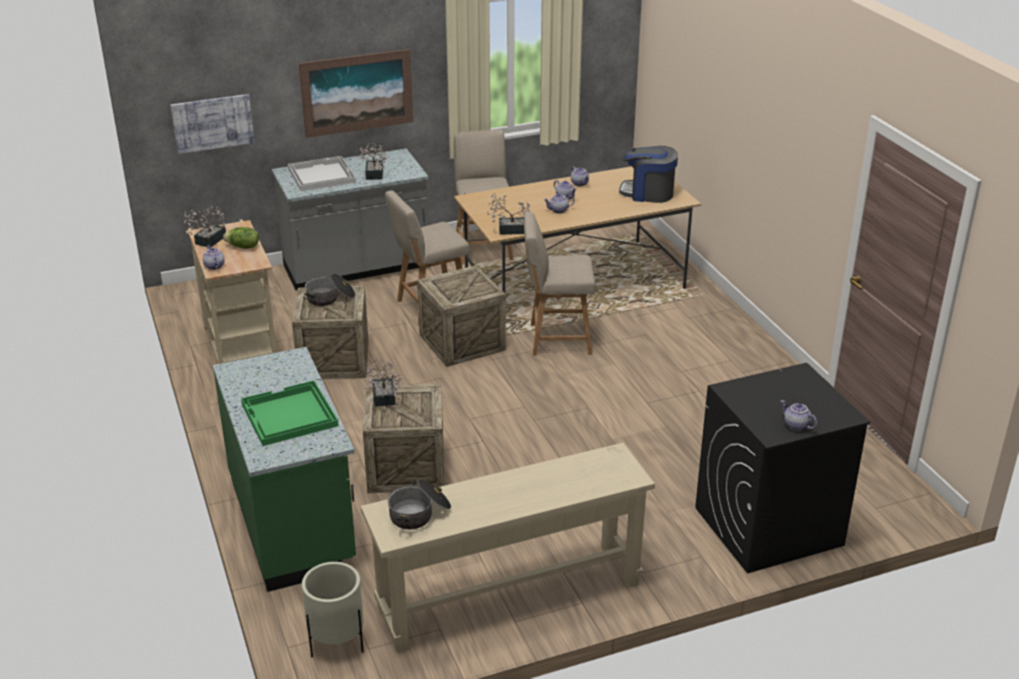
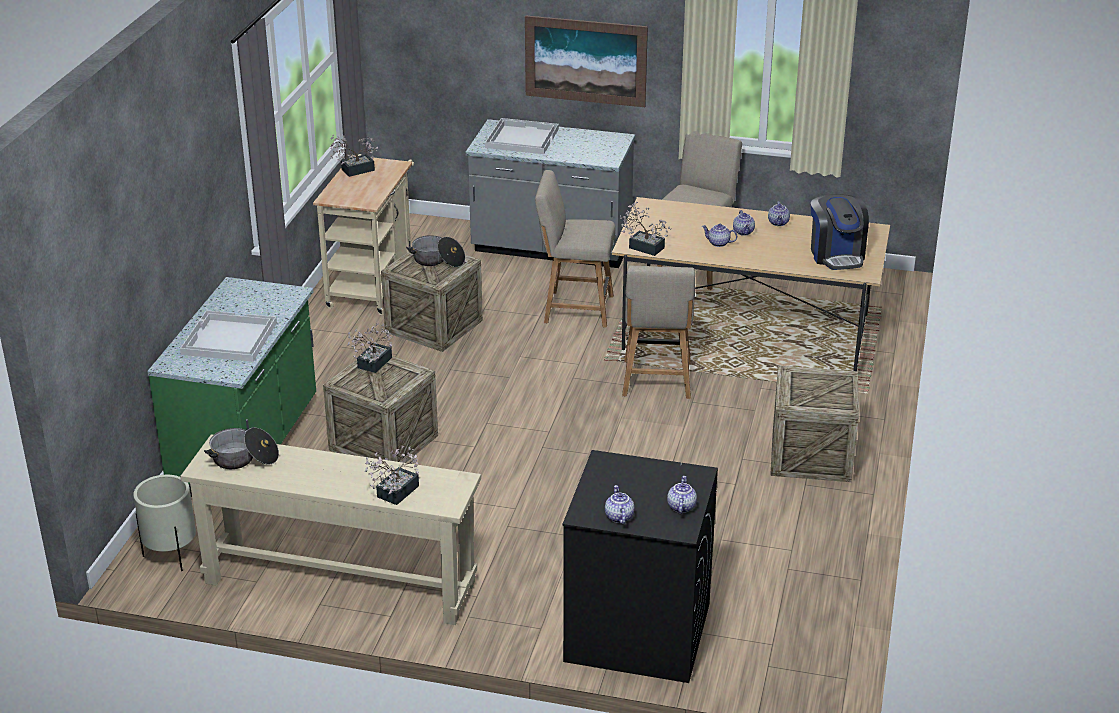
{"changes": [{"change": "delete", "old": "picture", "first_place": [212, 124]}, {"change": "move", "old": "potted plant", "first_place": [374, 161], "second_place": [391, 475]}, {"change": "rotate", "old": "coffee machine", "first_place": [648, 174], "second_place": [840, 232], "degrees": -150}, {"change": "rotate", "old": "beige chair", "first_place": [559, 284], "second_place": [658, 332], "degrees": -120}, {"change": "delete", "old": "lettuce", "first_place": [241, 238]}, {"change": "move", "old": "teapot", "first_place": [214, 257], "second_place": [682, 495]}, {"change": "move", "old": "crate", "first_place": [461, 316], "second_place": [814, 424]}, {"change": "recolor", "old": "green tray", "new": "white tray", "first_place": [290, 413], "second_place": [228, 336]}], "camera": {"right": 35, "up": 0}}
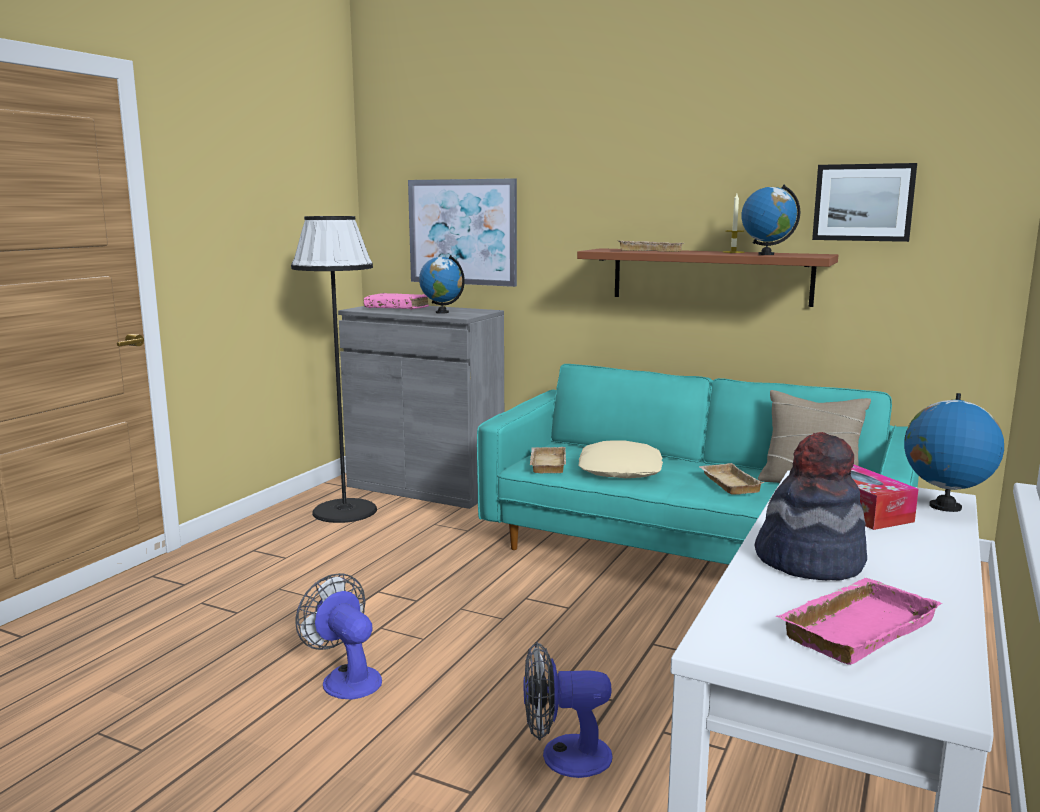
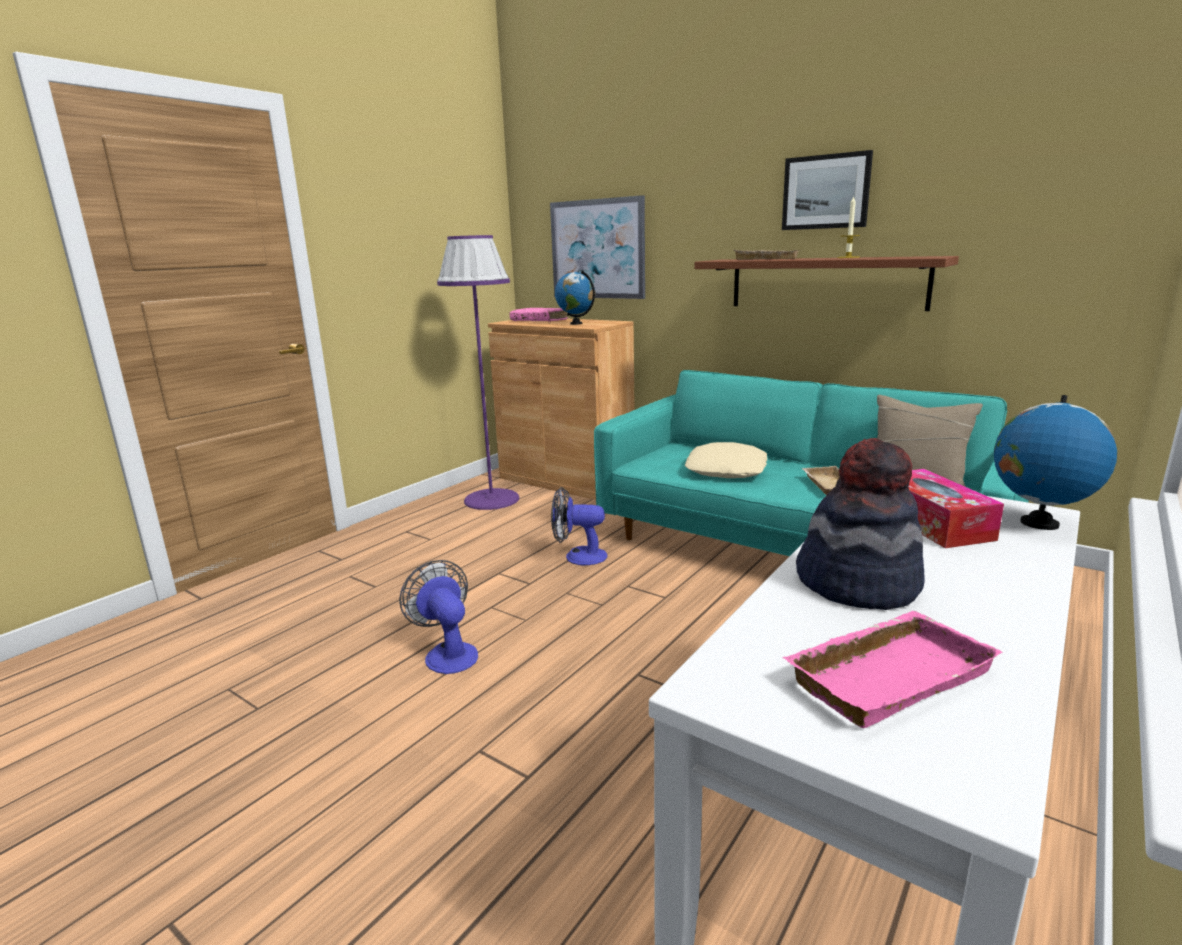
{"changes": [{"change": "move", "old": "picture", "first_place": [864, 202], "second_place": [827, 190]}, {"change": "delete", "old": "globe", "first_place": [771, 219]}, {"change": "recolor", "old": "black floor lamp", "new": "purple floor lamp", "first_place": [334, 369], "second_place": [478, 372]}, {"change": "recolor", "old": "grey cabinet", "new": "brown cabinet", "first_place": [421, 407], "second_place": [561, 409]}, {"change": "delete", "old": "beige tray", "first_place": [548, 460]}, {"change": "move", "old": "fan", "first_place": [568, 710], "second_place": [579, 526]}], "camera": {"right": 10, "up": 5}}
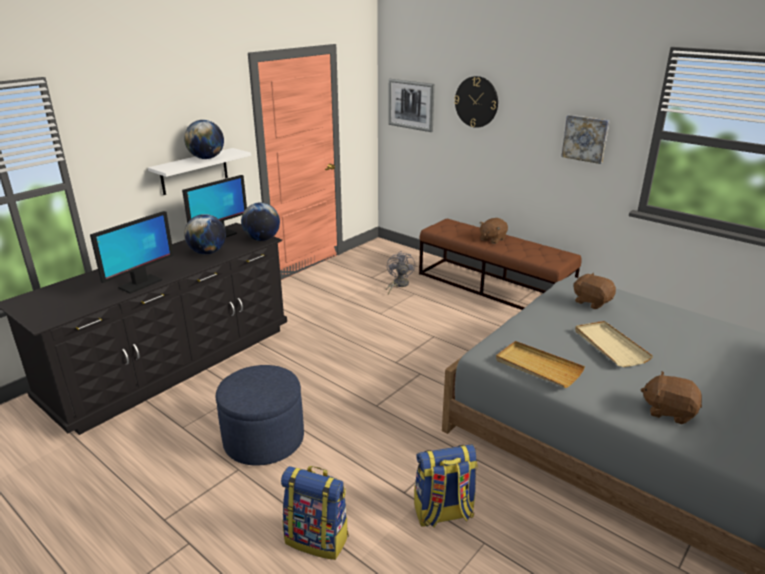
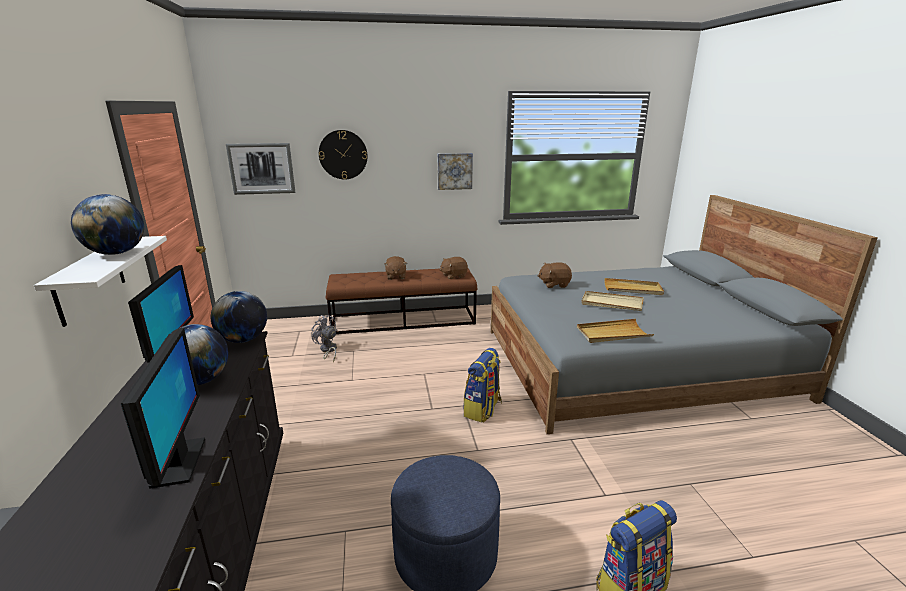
{"changes": [{"change": "move", "old": "brown plush toy", "first_place": [671, 397], "second_place": [454, 268]}, {"change": "move", "old": "backpack", "first_place": [446, 485], "second_place": [482, 385]}, {"change": "insert", "new": "beige tray", "second_place": [634, 286]}], "camera": {"right": -50, "up": -5}}
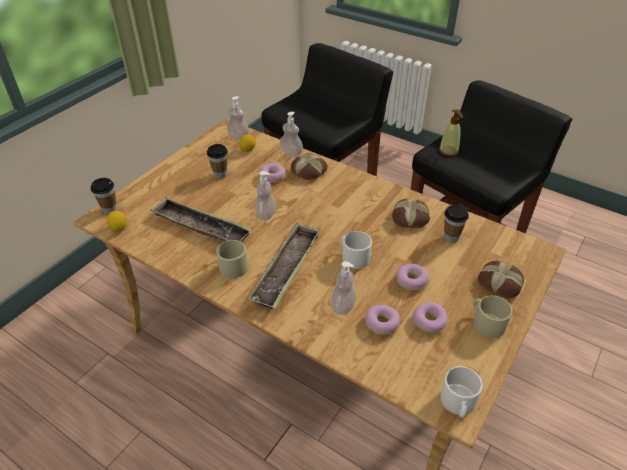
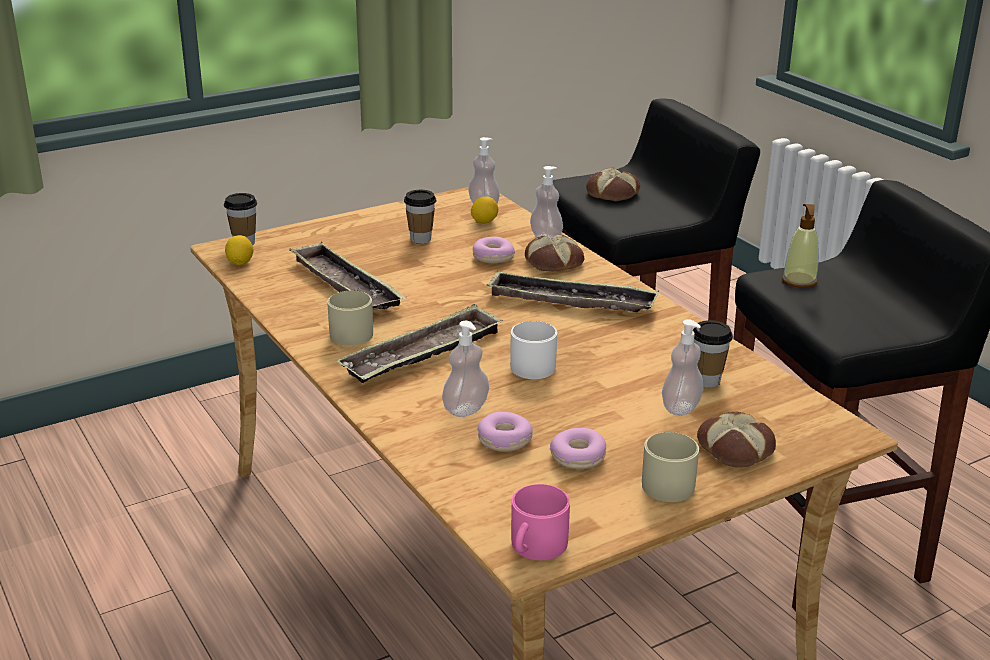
{"changes": [{"change": "move", "old": "soap dispenser", "first_place": [265, 195], "second_place": [683, 367]}, {"change": "move", "old": "bread", "first_place": [411, 213], "second_place": [613, 184]}, {"change": "delete", "old": "donut", "first_place": [413, 277]}, {"change": "recolor", "old": "white mug", "new": "pink mug", "first_place": [461, 392], "second_place": [540, 522]}, {"change": "insert", "new": "tray", "second_place": [572, 291]}], "camera": {"right": 25, "up": -15}}
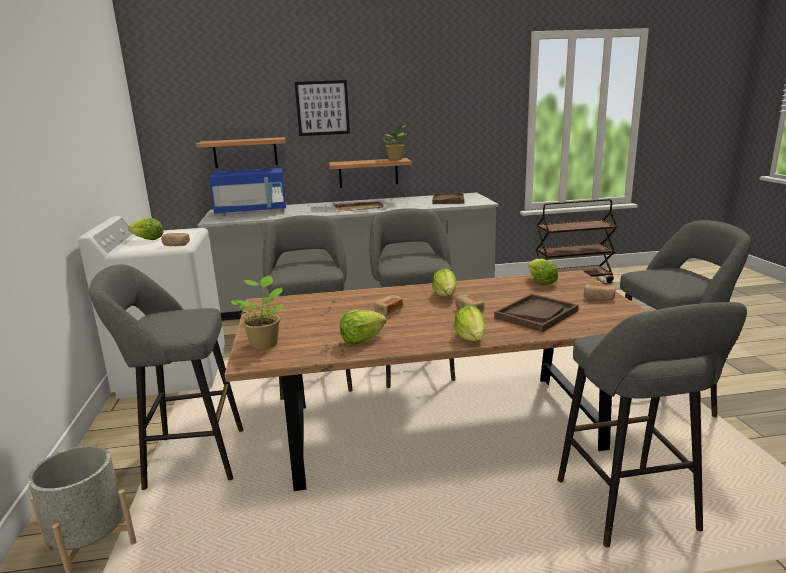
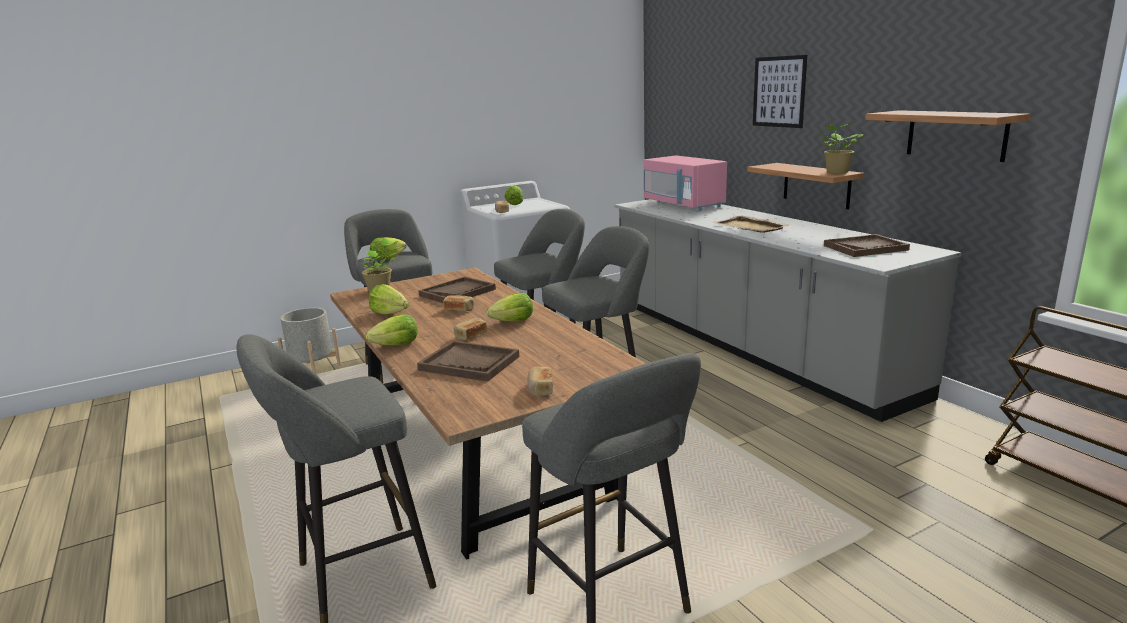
{"changes": [{"change": "move", "old": "shelf", "first_place": [241, 152], "second_place": [948, 136]}, {"change": "recolor", "old": "blue microwave", "new": "pink microwave", "first_place": [247, 191], "second_place": [685, 183]}, {"change": "move", "old": "lettuce", "first_place": [543, 272], "second_place": [388, 248]}, {"change": "insert", "new": "brown tray", "second_place": [457, 289]}], "camera": {"right": 70, "up": 0}}
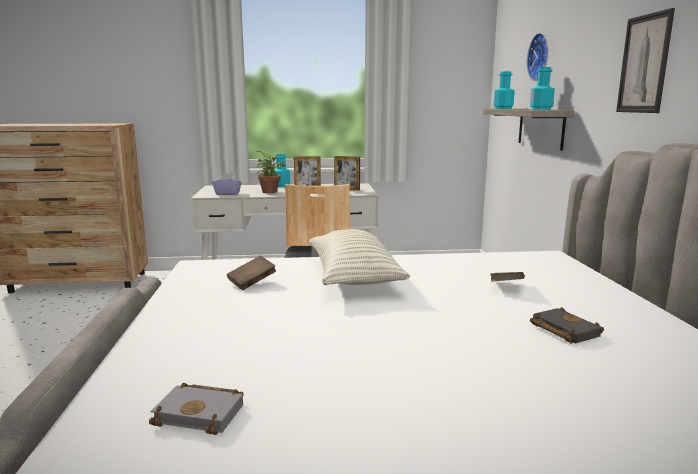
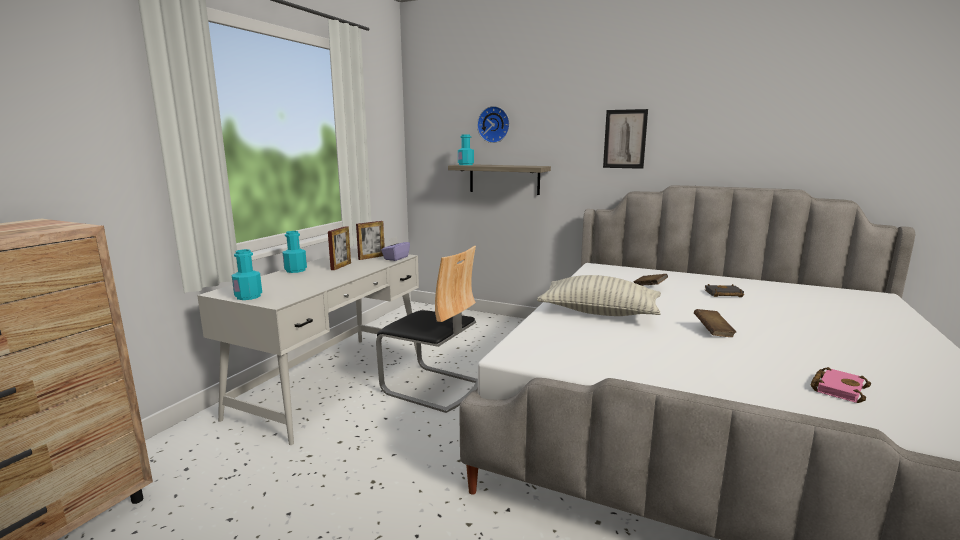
{"changes": [{"change": "move", "old": "turquoise bottle", "first_place": [542, 88], "second_place": [247, 274]}, {"change": "delete", "old": "potted plant", "first_place": [271, 172]}, {"change": "move", "old": "purple tissue box", "first_place": [226, 184], "second_place": [395, 248]}, {"change": "move", "old": "brown book", "first_place": [251, 273], "second_place": [715, 323]}, {"change": "recolor", "old": "grey book", "new": "pink book", "first_place": [196, 409], "second_place": [841, 385]}], "camera": {"right": -60, "up": 0}}
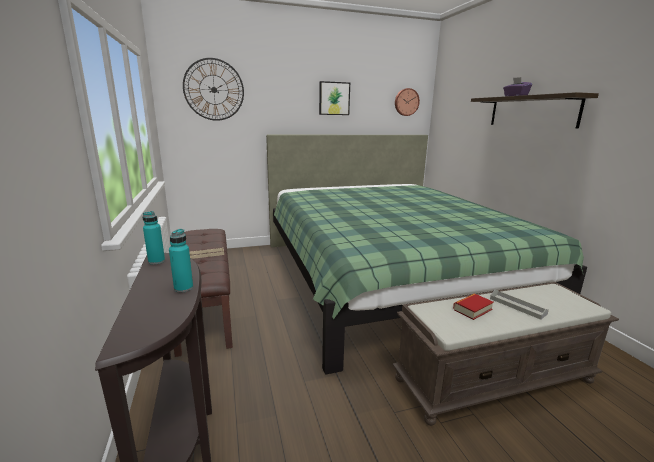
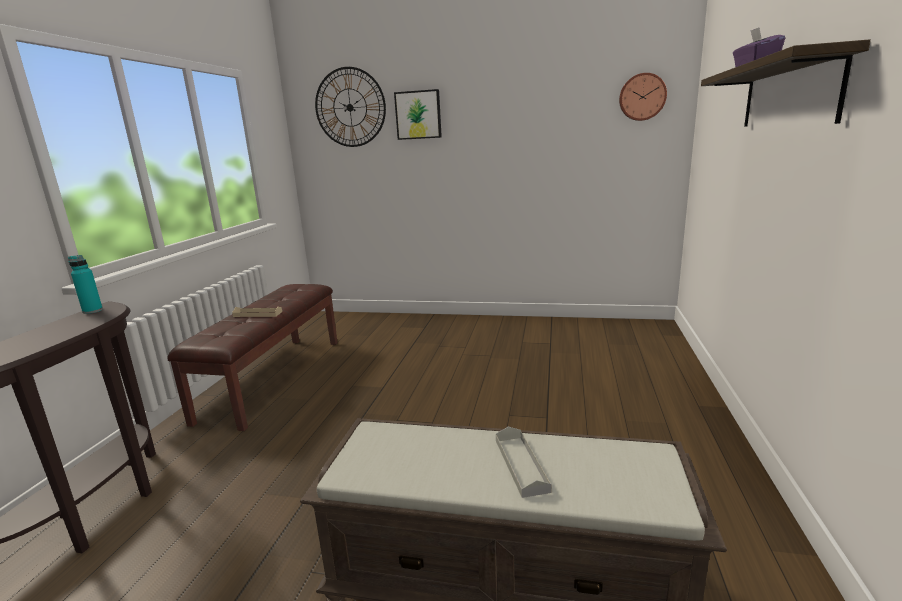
{"changes": [{"change": "move", "old": "picture", "first_place": [334, 98], "second_place": [418, 114]}, {"change": "delete", "old": "green bed", "first_place": [426, 254]}, {"change": "delete", "old": "turquoise bottle", "first_place": [181, 261]}, {"change": "delete", "old": "book", "first_place": [473, 306]}], "camera": {"right": 30, "up": 0}}
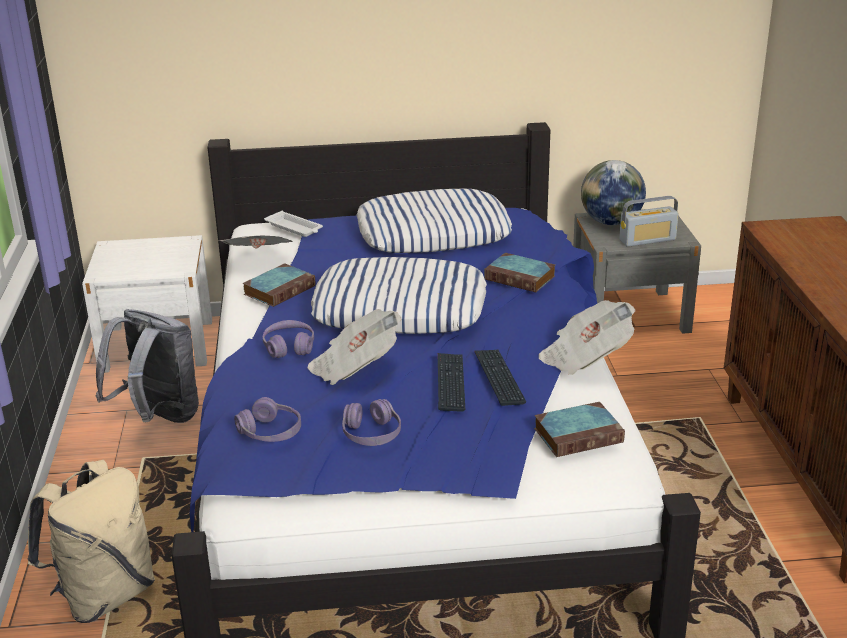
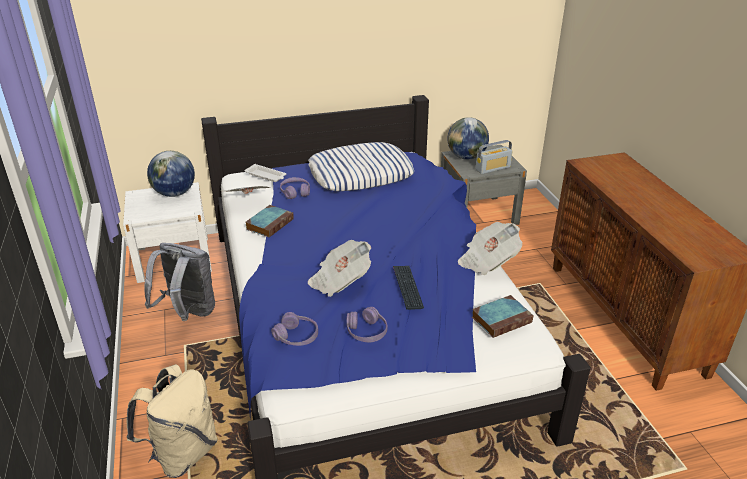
{"changes": [{"change": "delete", "old": "book", "first_place": [519, 272]}, {"change": "delete", "old": "pillow", "first_place": [399, 295]}, {"change": "move", "old": "purple headphones", "first_place": [288, 339], "second_place": [295, 188]}, {"change": "delete", "old": "keyboard", "first_place": [500, 378]}, {"change": "insert", "new": "globe", "second_place": [171, 174]}], "camera": {"right": -10, "up": 5}}
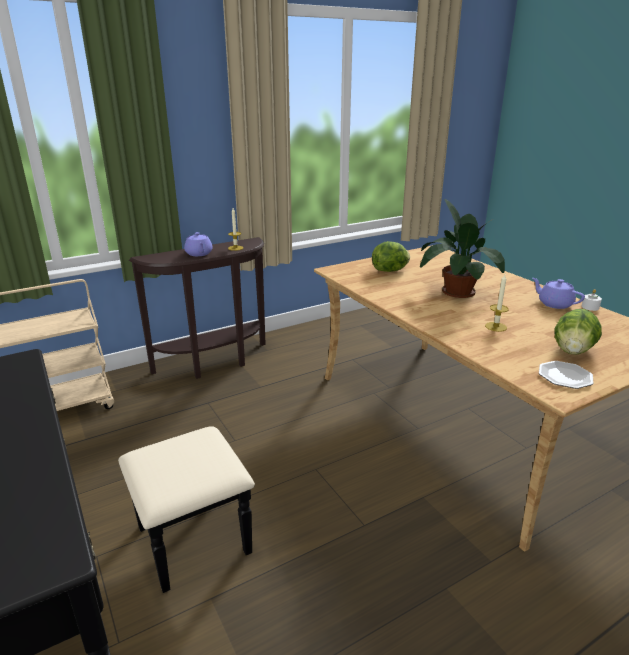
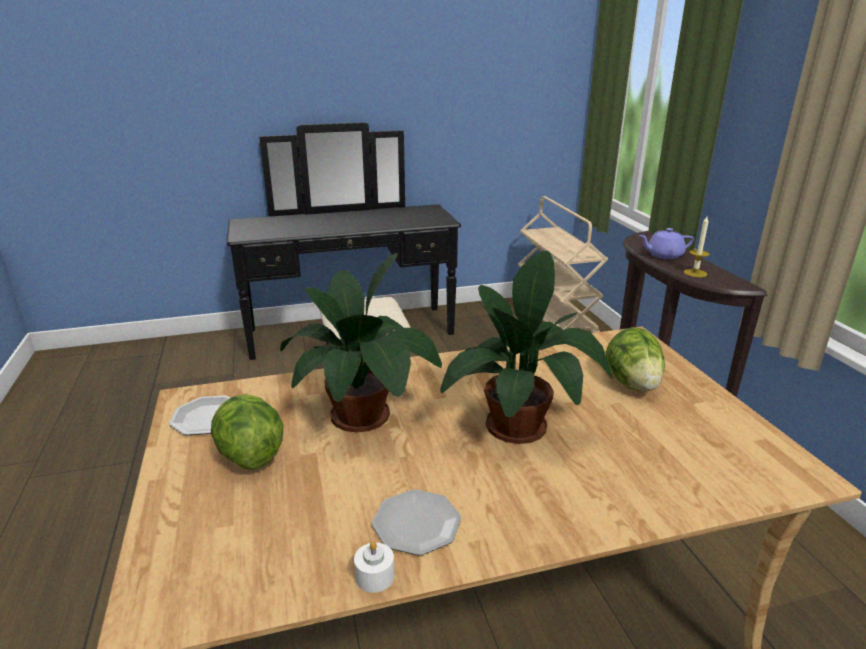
{"changes": [{"change": "replace", "old": "candle", "new": "potted plant", "first_place": [497, 303], "second_place": [361, 342]}, {"change": "replace", "old": "purple teapot", "new": "plate", "first_place": [558, 293], "second_place": [416, 522]}], "camera": {"right": 105, "up": 0}}
